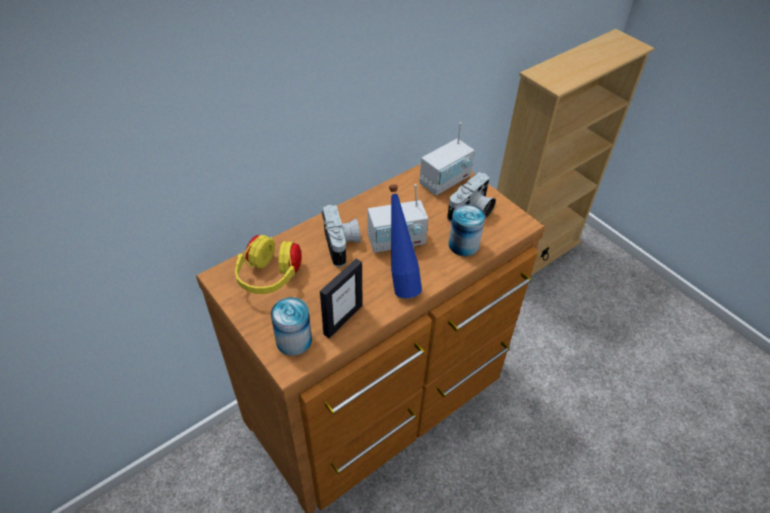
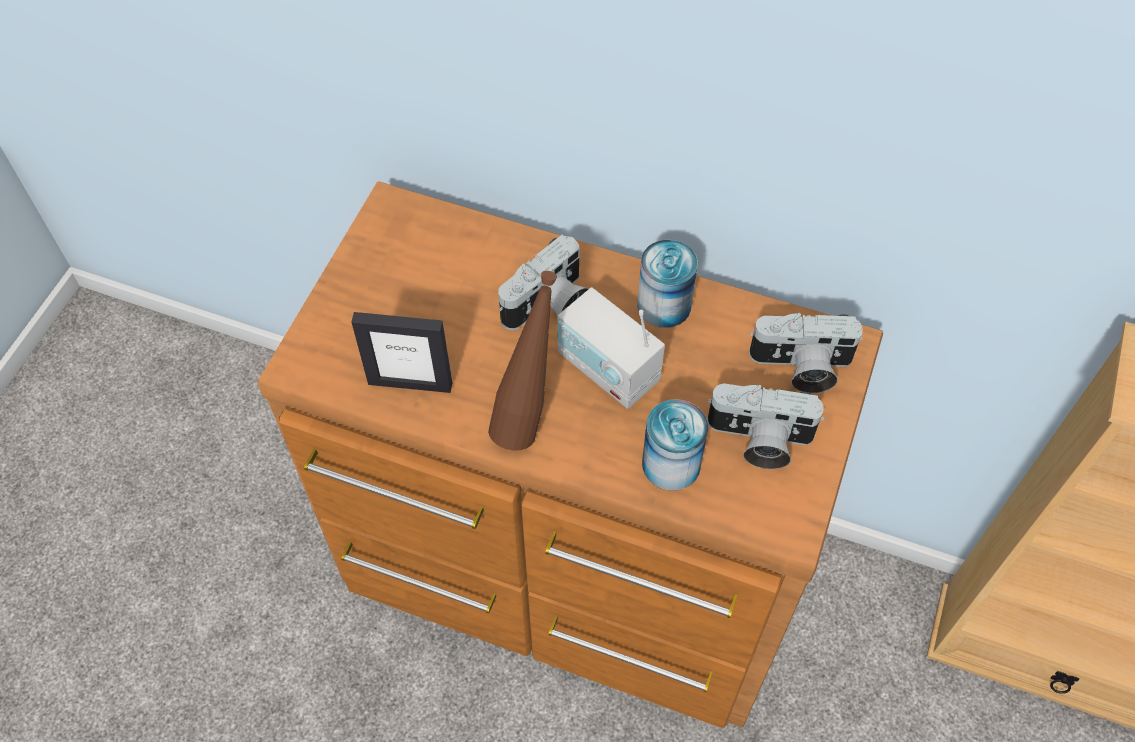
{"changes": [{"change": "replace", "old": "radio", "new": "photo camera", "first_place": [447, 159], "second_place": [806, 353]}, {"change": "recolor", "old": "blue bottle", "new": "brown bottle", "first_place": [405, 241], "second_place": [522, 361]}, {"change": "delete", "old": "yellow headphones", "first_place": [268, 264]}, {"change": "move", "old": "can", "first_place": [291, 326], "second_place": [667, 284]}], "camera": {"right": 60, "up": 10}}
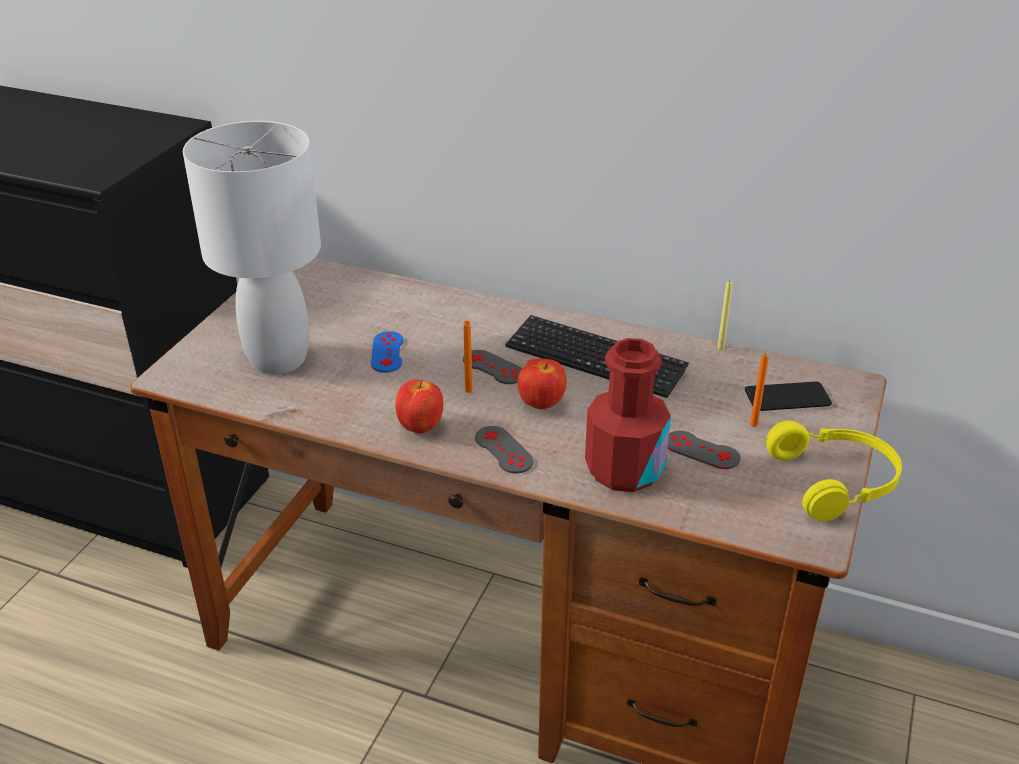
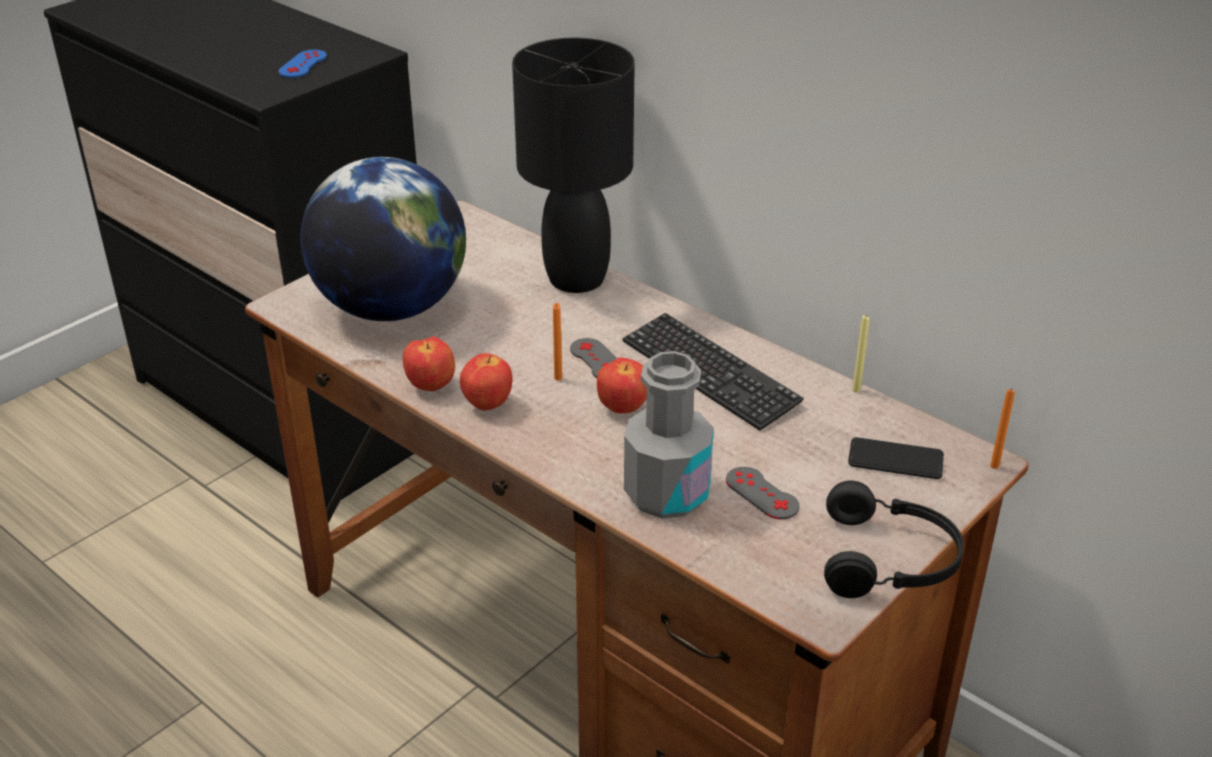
{"changes": [{"change": "replace", "old": "white table lamp", "new": "globe", "first_place": [252, 247], "second_place": [383, 239]}, {"change": "move", "old": "blue game controller", "first_place": [387, 352], "second_place": [302, 64]}, {"change": "recolor", "old": "red bottle", "new": "grey bottle", "first_place": [628, 415], "second_place": [669, 434]}, {"change": "move", "old": "orange candle", "first_place": [759, 390], "second_place": [1002, 428]}, {"change": "recolor", "old": "yellow headphones", "new": "black headphones", "first_place": [834, 471], "second_place": [894, 539]}, {"change": "delete", "old": "grey game controller", "first_place": [504, 450]}, {"change": "insert", "new": "black table lamp", "second_place": [573, 165]}, {"change": "insert", "new": "apple", "second_place": [429, 363]}], "camera": {"right": 20, "up": 0}}
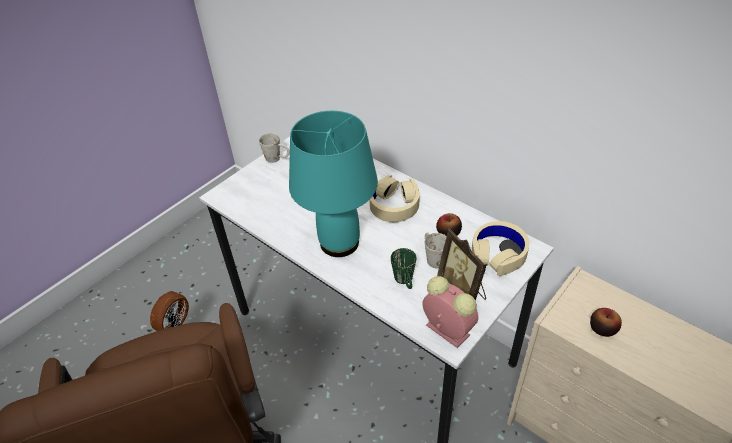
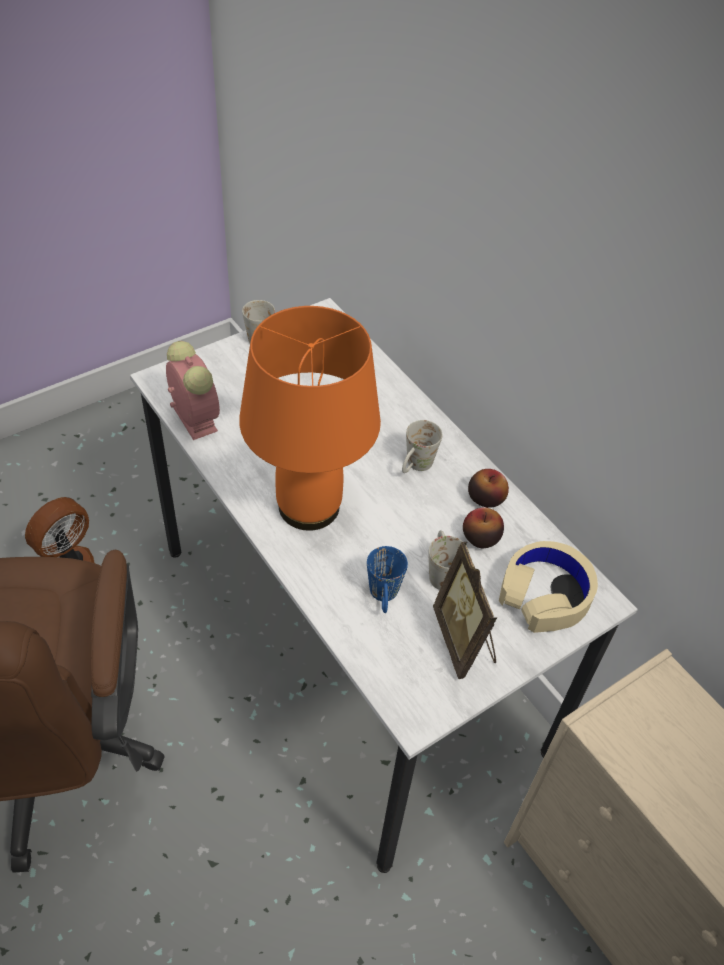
{"changes": [{"change": "recolor", "old": "turquoise table lamp", "new": "orange table lamp", "first_place": [333, 184], "second_place": [310, 418]}, {"change": "replace", "old": "beige headphones", "new": "white mug", "first_place": [395, 198], "second_place": [422, 446]}, {"change": "recolor", "old": "green mug", "new": "blue mug", "first_place": [404, 268], "second_place": [387, 579]}, {"change": "move", "old": "alarm clock", "first_place": [450, 312], "second_place": [193, 390]}, {"change": "move", "old": "apple", "first_place": [606, 322], "second_place": [488, 488]}], "camera": {"right": 10, "up": 5}}
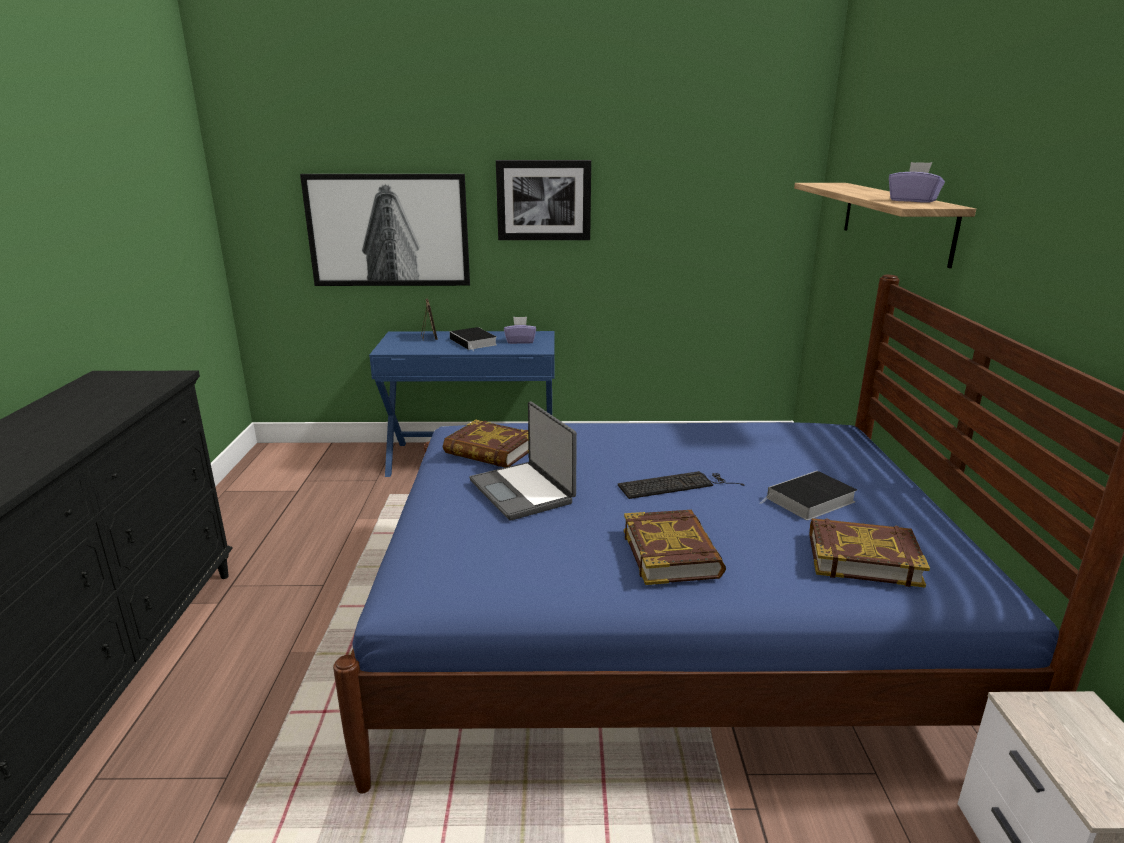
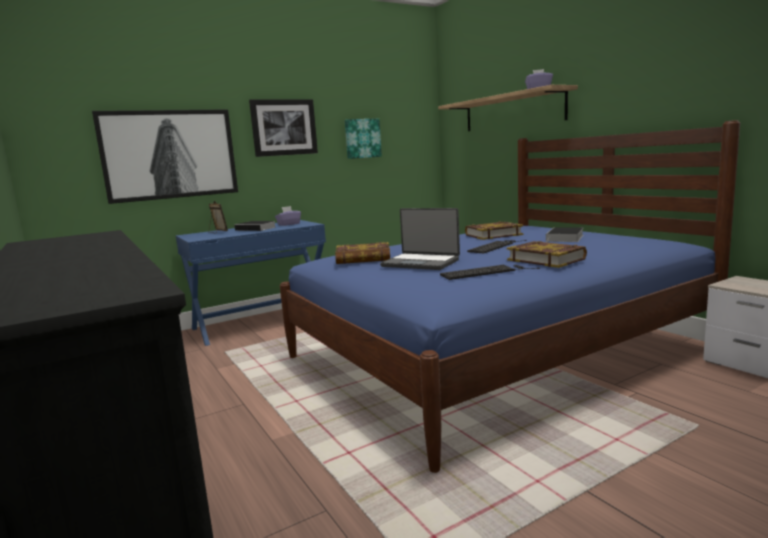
{"changes": [{"change": "move", "old": "book", "first_place": [869, 553], "second_place": [494, 231]}, {"change": "insert", "new": "picture", "second_place": [363, 139]}, {"change": "insert", "new": "keyboard", "second_place": [490, 272]}], "camera": {"right": -30, "up": -10}}
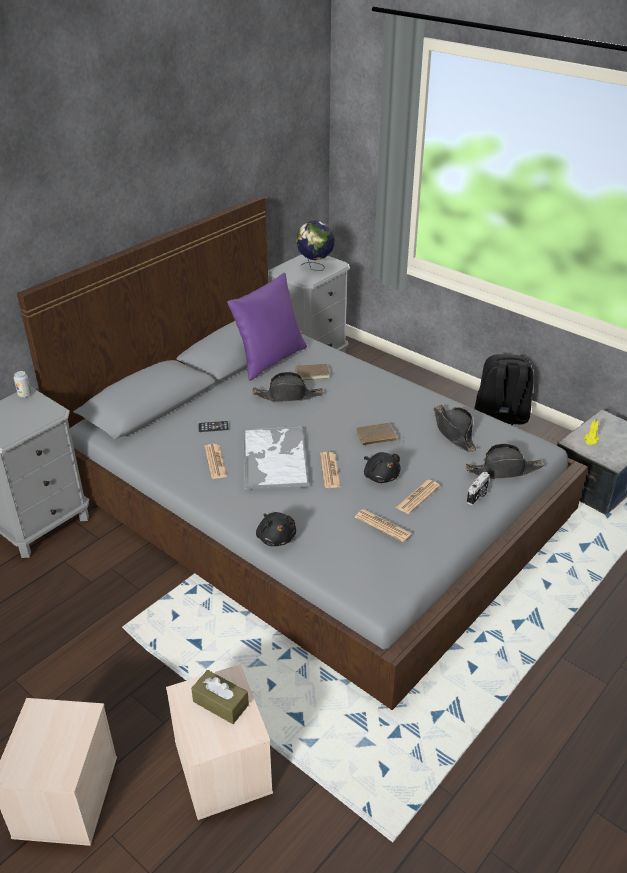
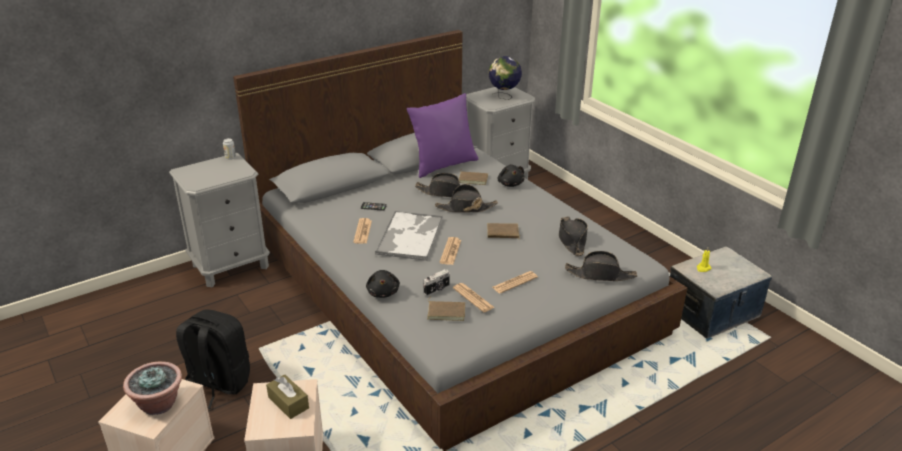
{"changes": [{"change": "move", "old": "black backpack", "first_place": [504, 390], "second_place": [213, 359]}, {"change": "move", "old": "black plush toy", "first_place": [382, 467], "second_place": [511, 176]}, {"change": "move", "old": "photo camera", "first_place": [478, 488], "second_place": [437, 282]}, {"change": "insert", "new": "black hat", "second_place": [466, 198]}, {"change": "insert", "new": "brown book", "second_place": [446, 310]}, {"change": "insert", "new": "potted plant", "second_place": [152, 388]}], "camera": {"right": 15, "up": -5}}
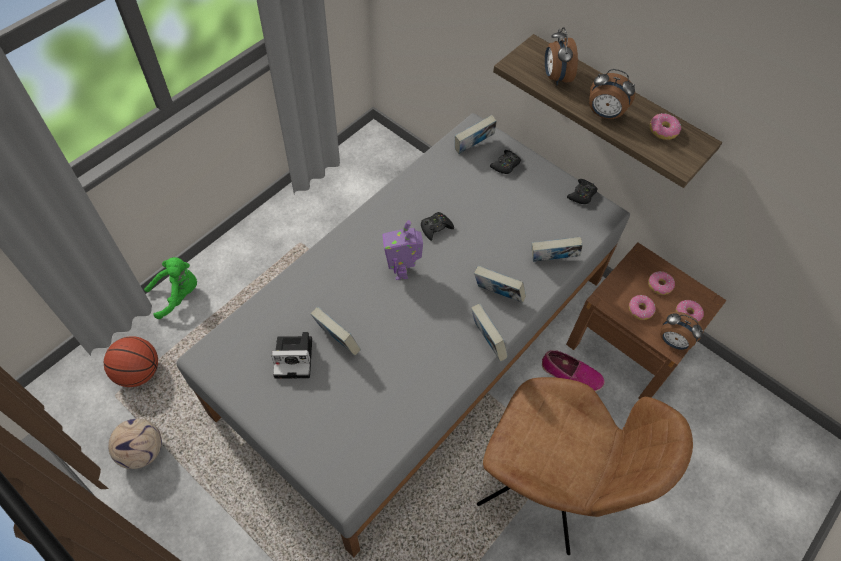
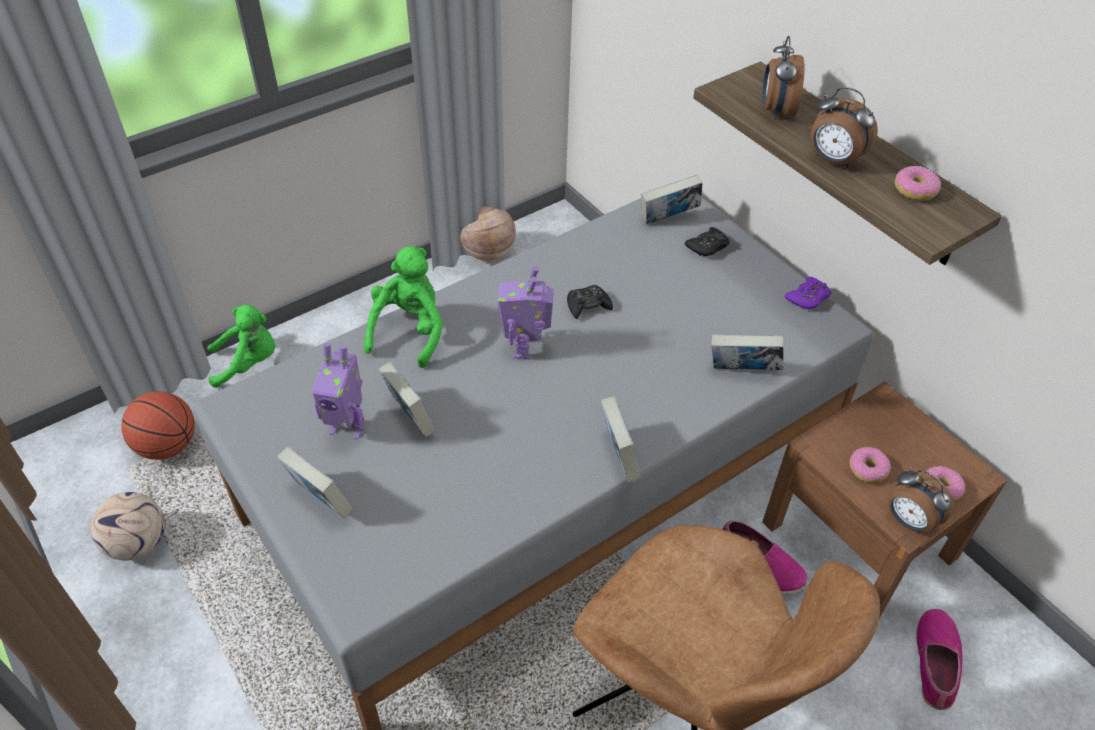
{"changes": [{"change": "recolor", "old": "black game controller", "new": "purple game controller", "first_place": [582, 191], "second_place": [808, 293]}, {"change": "move", "old": "book", "first_place": [500, 284], "second_place": [315, 482]}, {"change": "delete", "old": "donut", "first_place": [661, 283]}, {"change": "replace", "old": "photo camera", "new": "toy robot", "first_place": [291, 355], "second_place": [338, 390]}, {"change": "insert", "new": "basketball", "second_place": [488, 234]}, {"change": "insert", "new": "green plush toy", "second_place": [403, 307]}, {"change": "insert", "new": "shoe", "second_place": [939, 659]}], "camera": {"right": 15, "up": -10}}
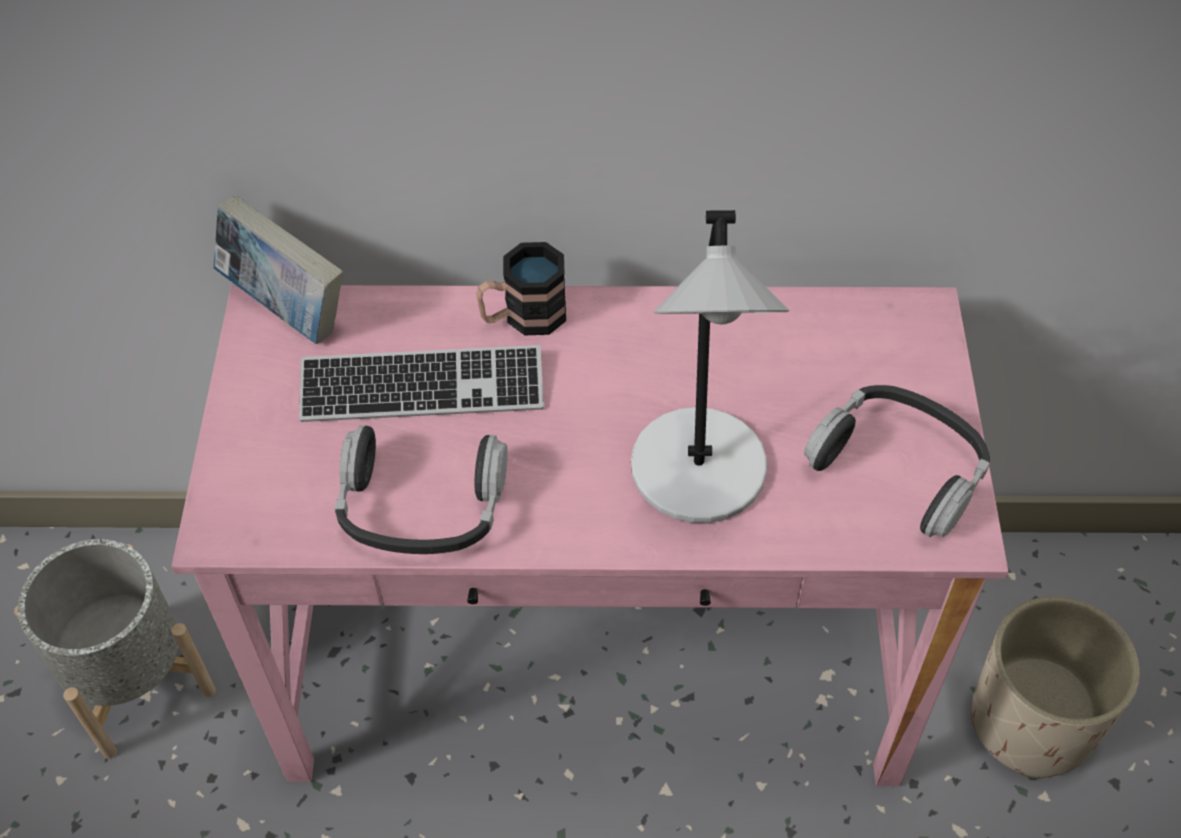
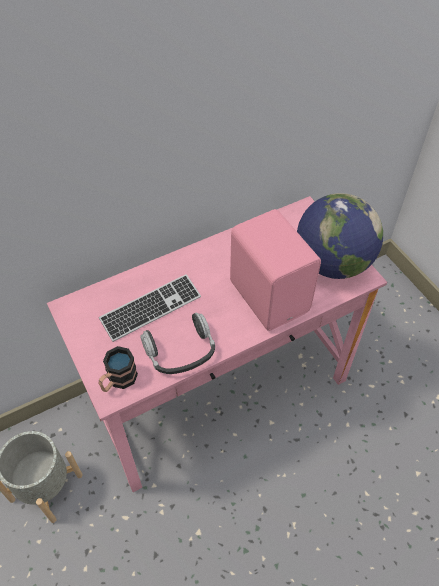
{"changes": [{"change": "delete", "old": "book", "first_place": [278, 269]}, {"change": "replace", "old": "grey table lamp", "new": "pink speaker", "first_place": [710, 366], "second_place": [275, 270]}, {"change": "move", "old": "mug", "first_place": [521, 288], "second_place": [118, 369]}, {"change": "replace", "old": "headphones", "new": "globe", "first_place": [897, 461], "second_place": [340, 236]}, {"change": "delete", "old": "beige planter", "first_place": [1055, 687]}], "camera": {"right": -30, "up": 0}}
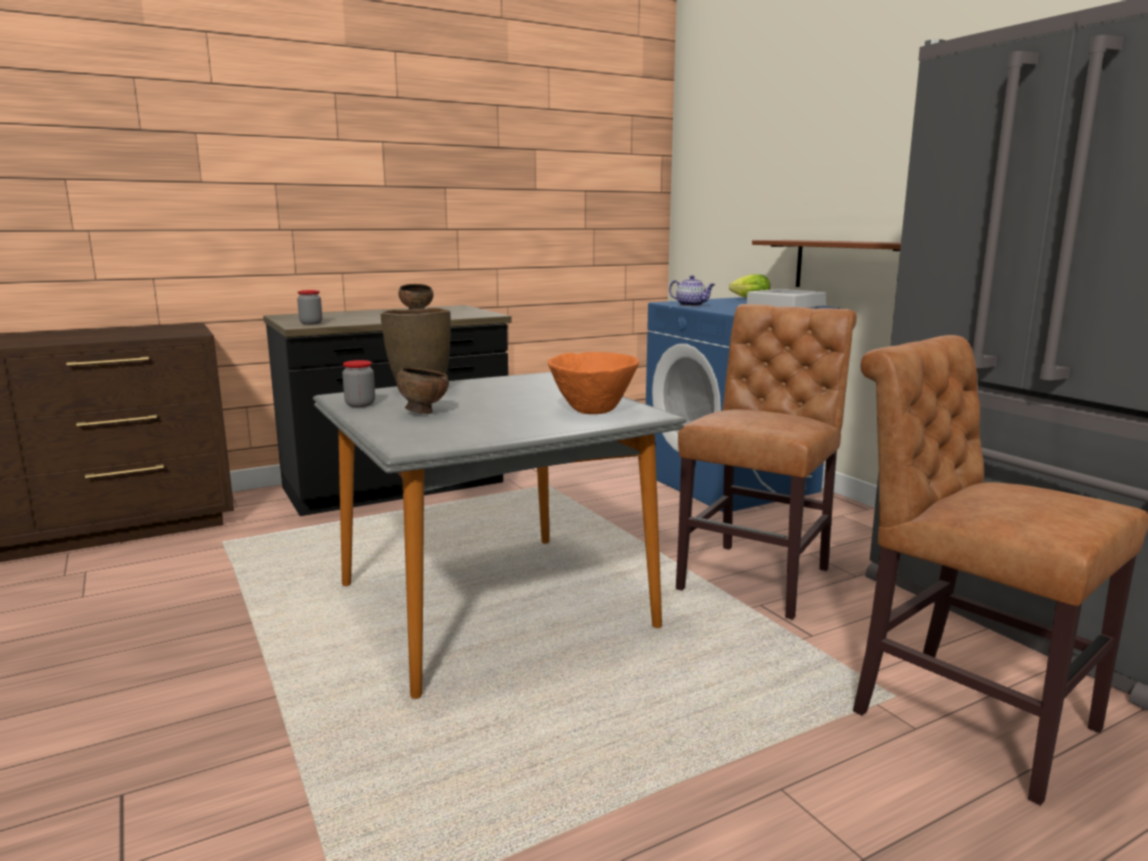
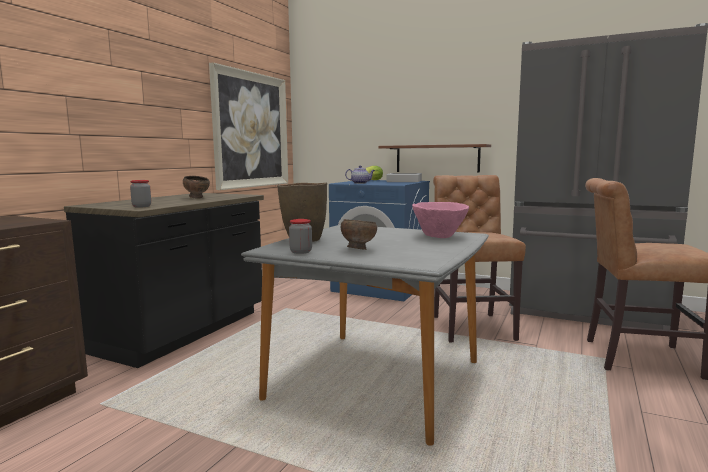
{"changes": [{"change": "recolor", "old": "orange bowl", "new": "pink bowl", "first_place": [593, 383], "second_place": [440, 220]}, {"change": "insert", "new": "picture", "second_place": [248, 126]}], "camera": {"right": -35, "up": -5}}
